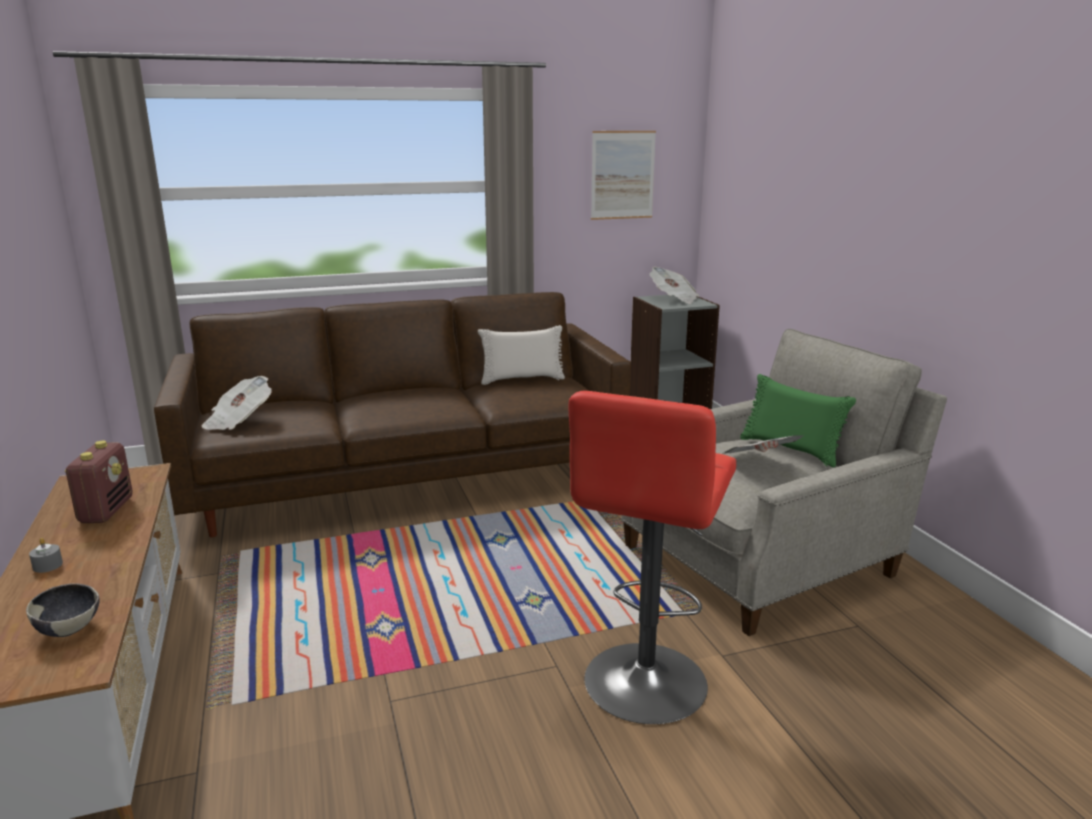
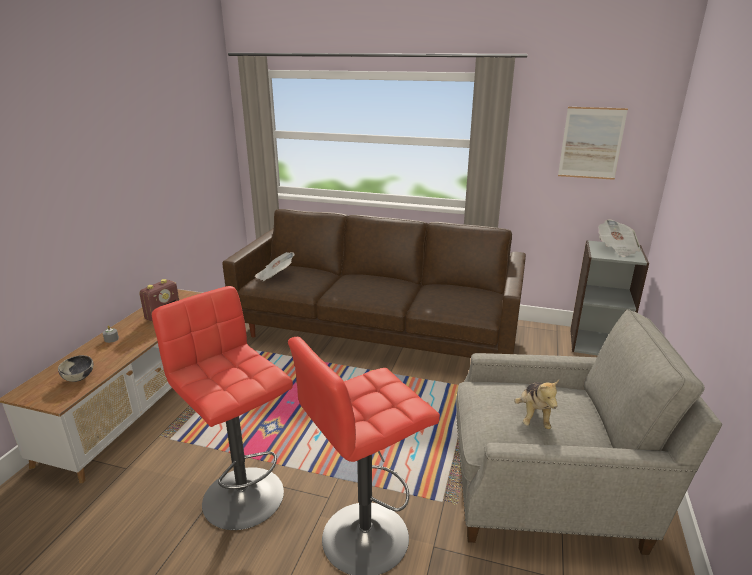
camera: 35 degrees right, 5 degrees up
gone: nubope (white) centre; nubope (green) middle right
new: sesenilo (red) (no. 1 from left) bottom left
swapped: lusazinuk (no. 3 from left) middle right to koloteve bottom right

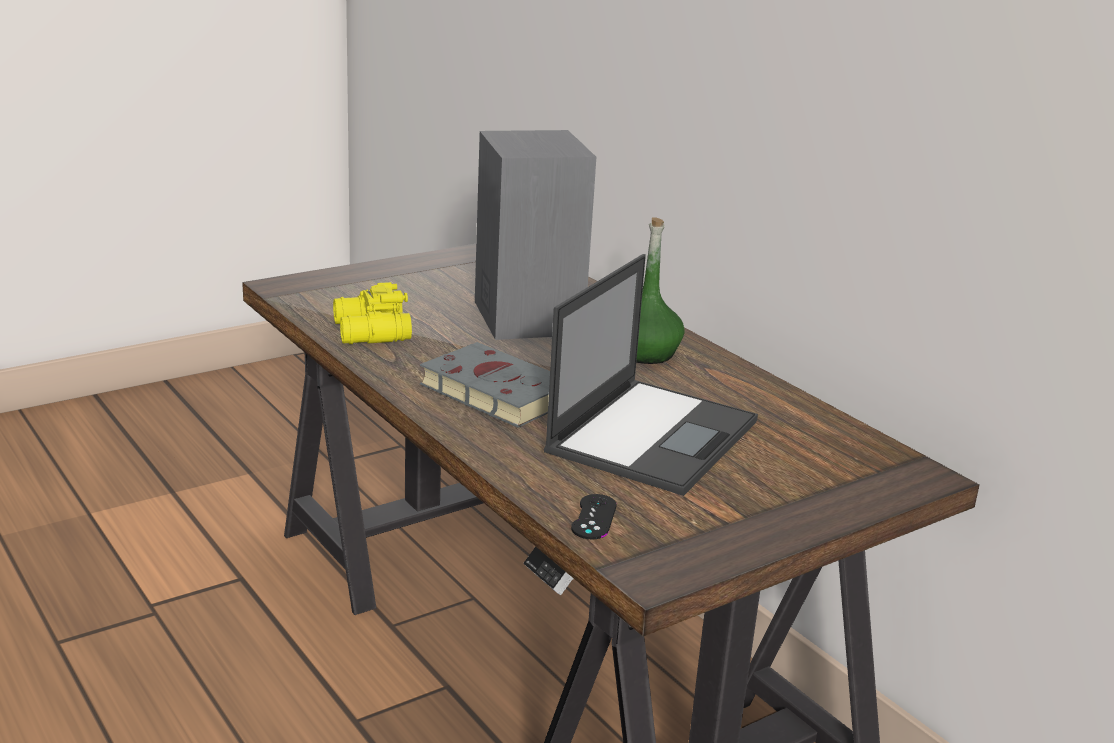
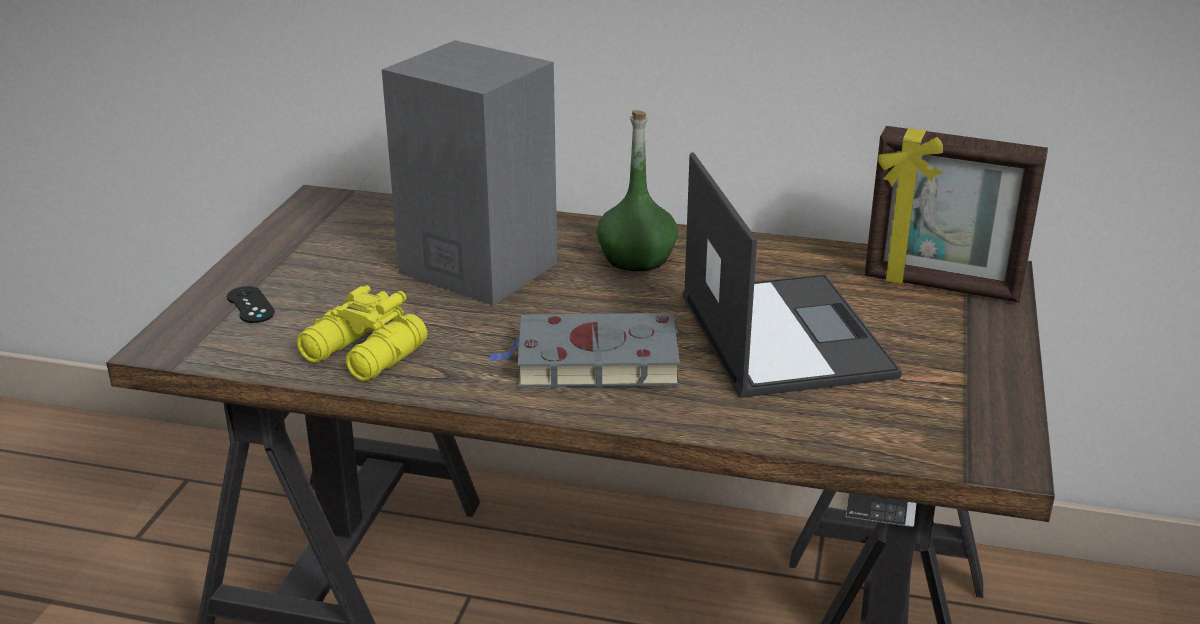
camera: 40 degrees left, 5 degrees up
new: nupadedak middle right
shifted: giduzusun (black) bottom centre to middle left

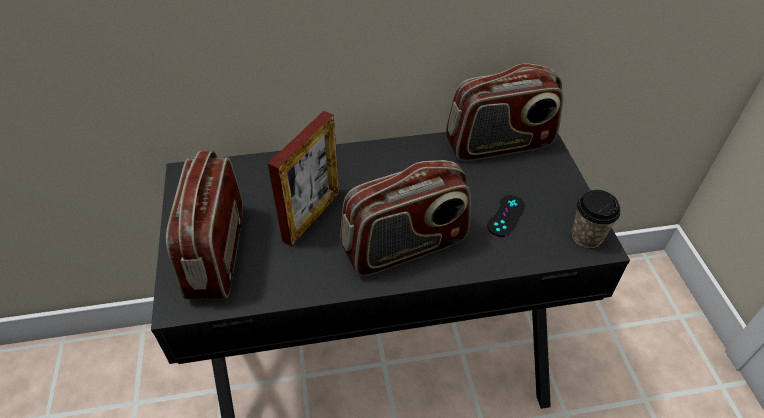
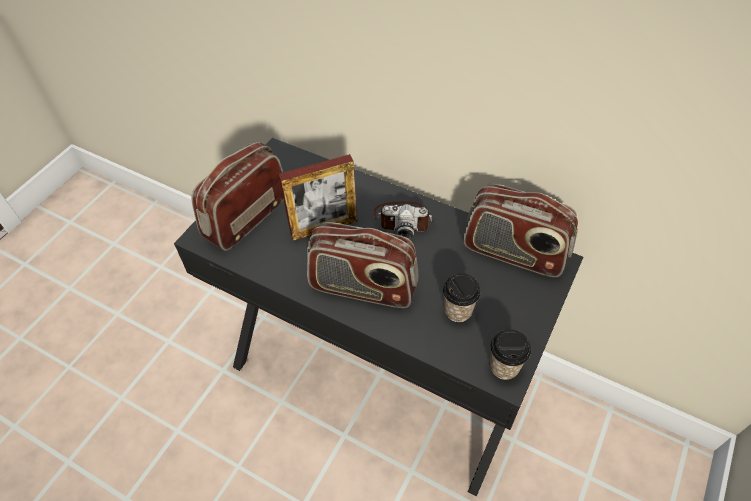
camera: 40 degrees right, 5 degrees up
new: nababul centre
swapped: giduzusun (black) centre to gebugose (no. 1 from left) centre

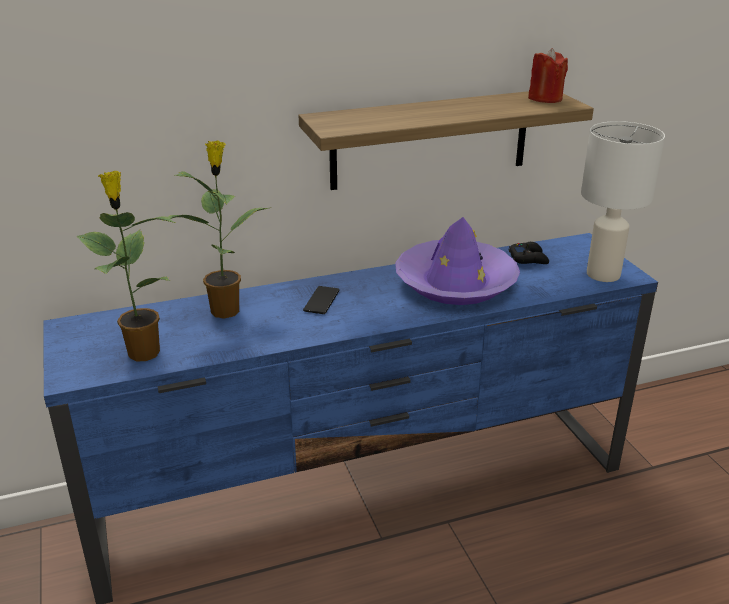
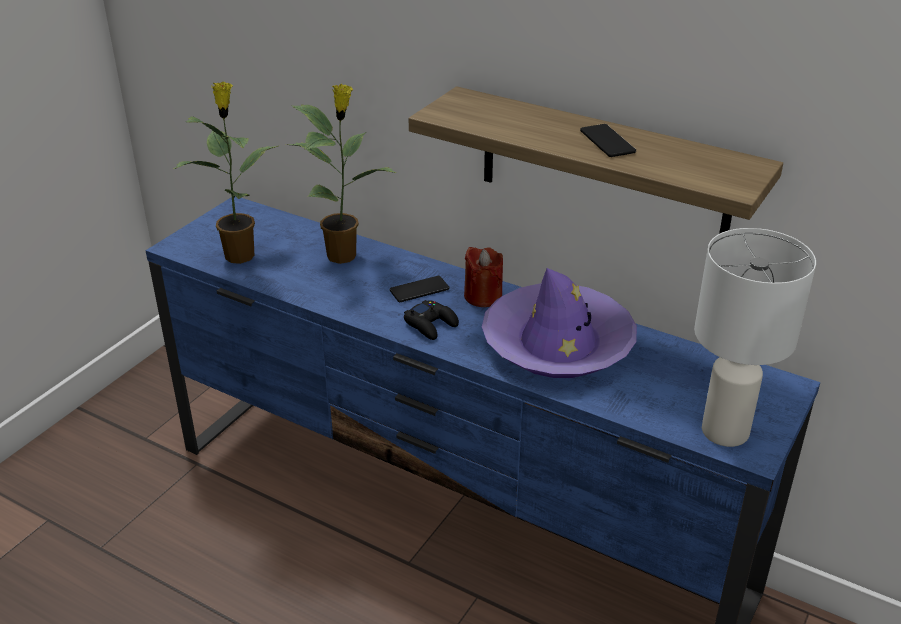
camera: 50 degrees right, 5 degrees up
new: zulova (no. 2 from left) top right
shifted: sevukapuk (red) top right to centre; giduzusun (black) middle right to centre

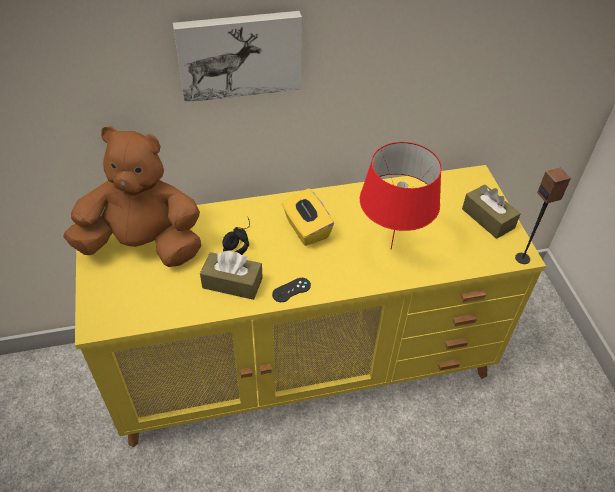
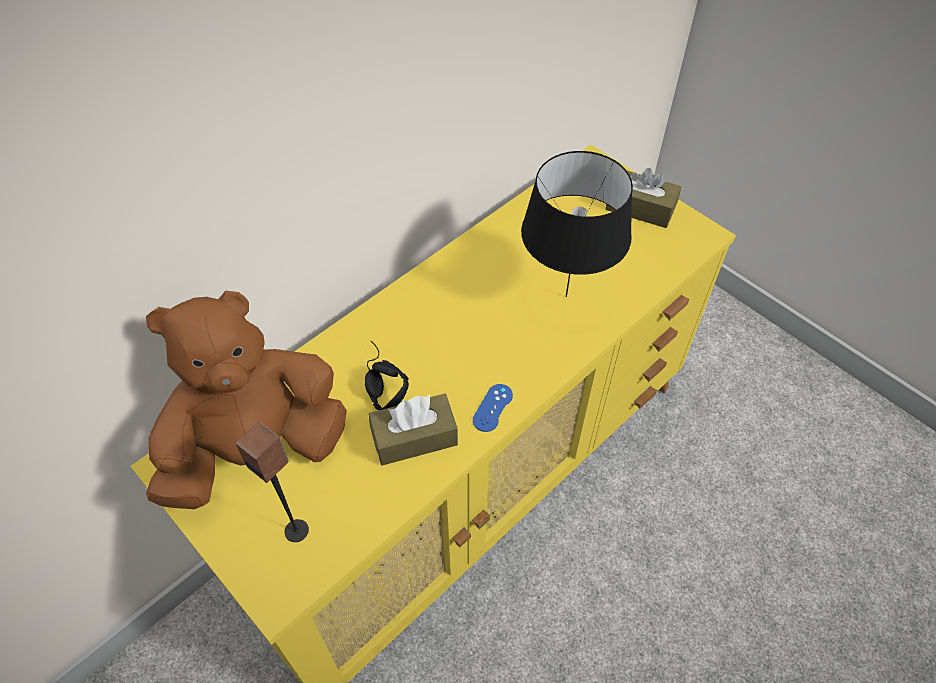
camera: 30 degrees left, 5 degrees up
gone: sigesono top centre; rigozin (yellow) centre
shifted: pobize middle right to bottom left
repainted: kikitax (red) centre to kikitax (black) top centre; giduzusun (black) centre to giduzusun (blue) centre

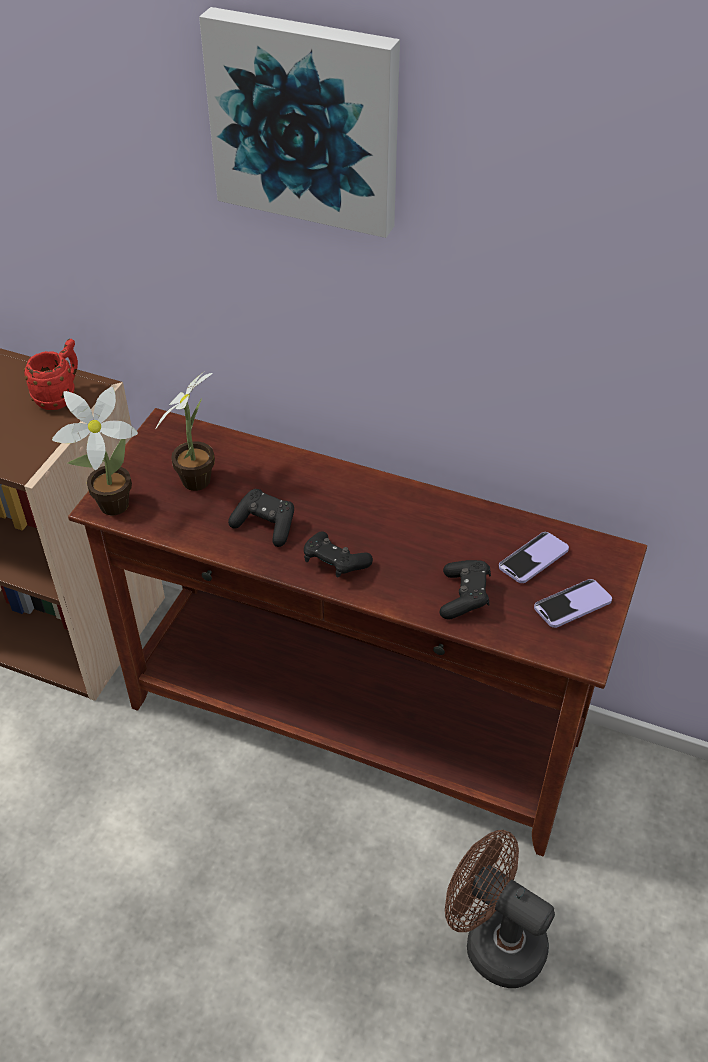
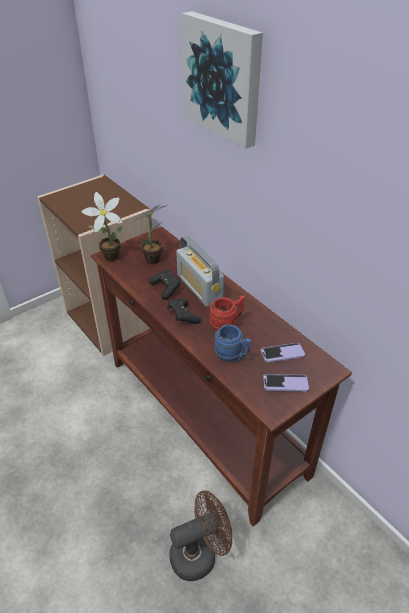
camera: 30 degrees right, 5 degrees down
new: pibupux centre
shifted: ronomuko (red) middle left to centre
swapped: giduzusun (black) (no. 3 from left) centre to ronomuko (blue) centre
rotated: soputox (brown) bottom right = bottom centre 90 degrees clockwise

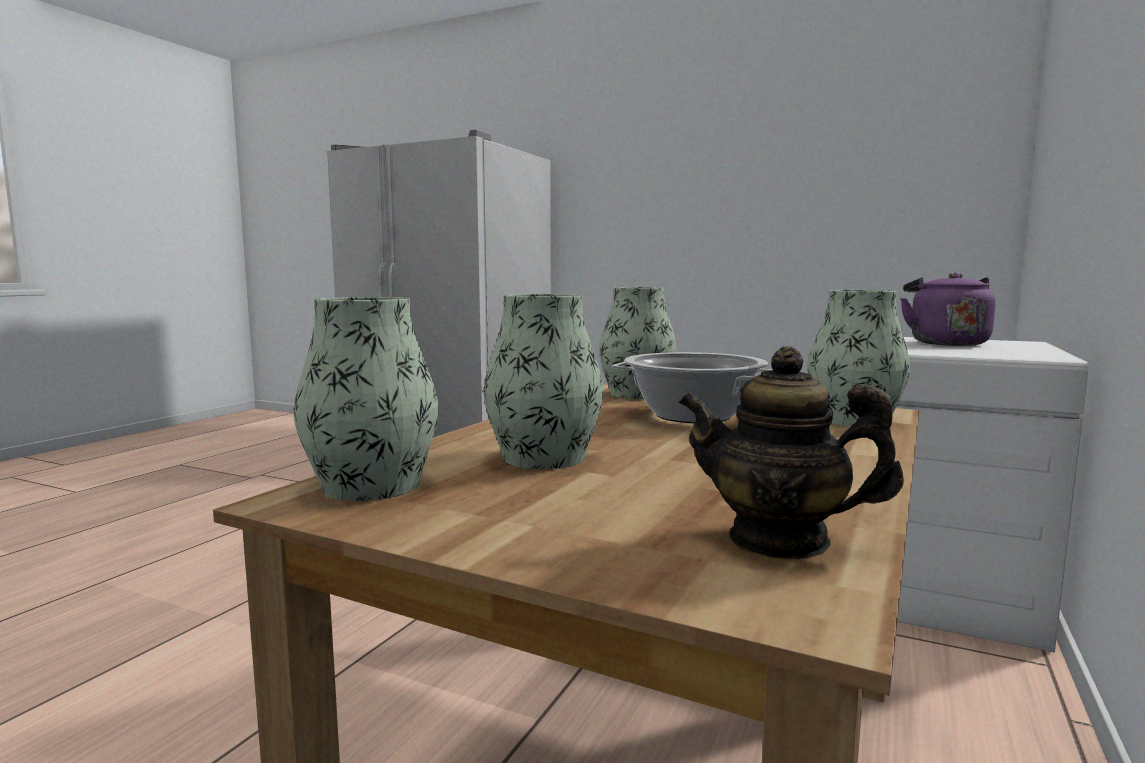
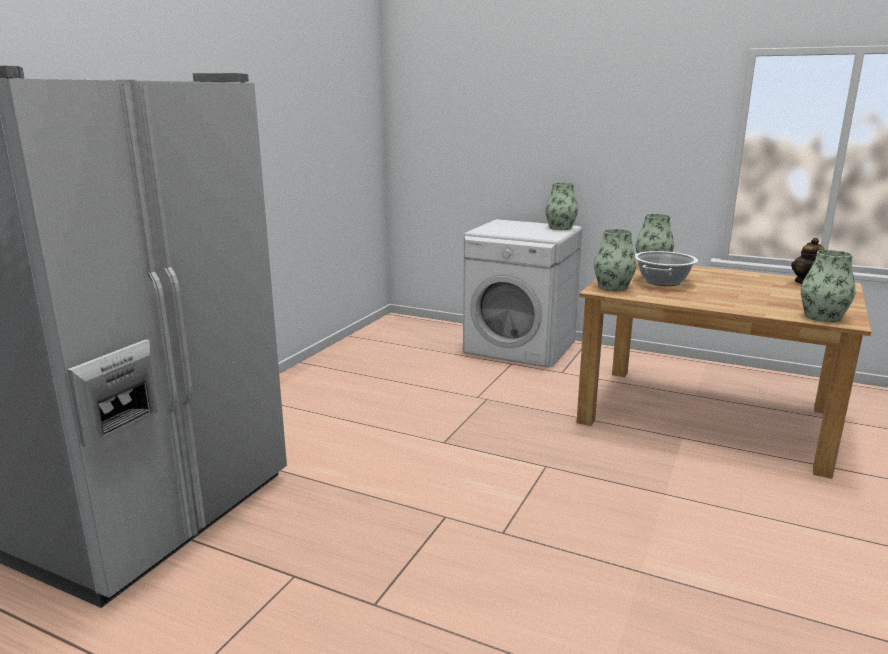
camera: 90 degrees left, 10 degrees up
gone: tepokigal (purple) middle right
shifted: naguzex (no. 2 from left in the first image) centre to naguzex (no. 1 from left) top centre

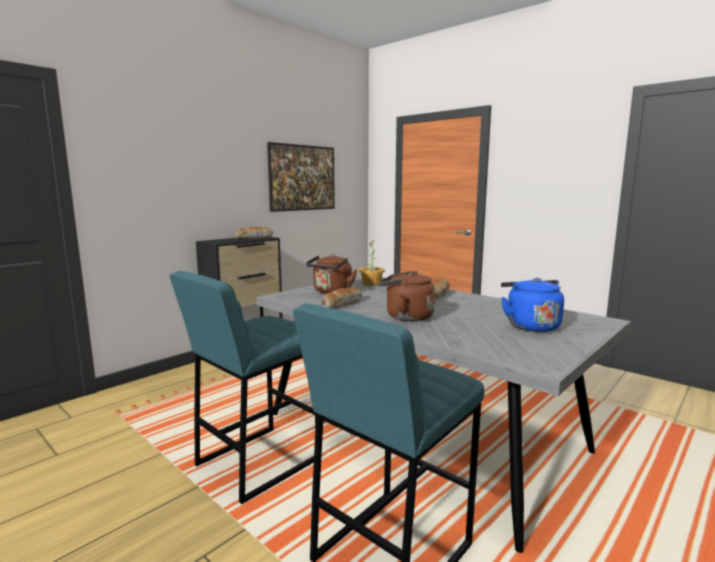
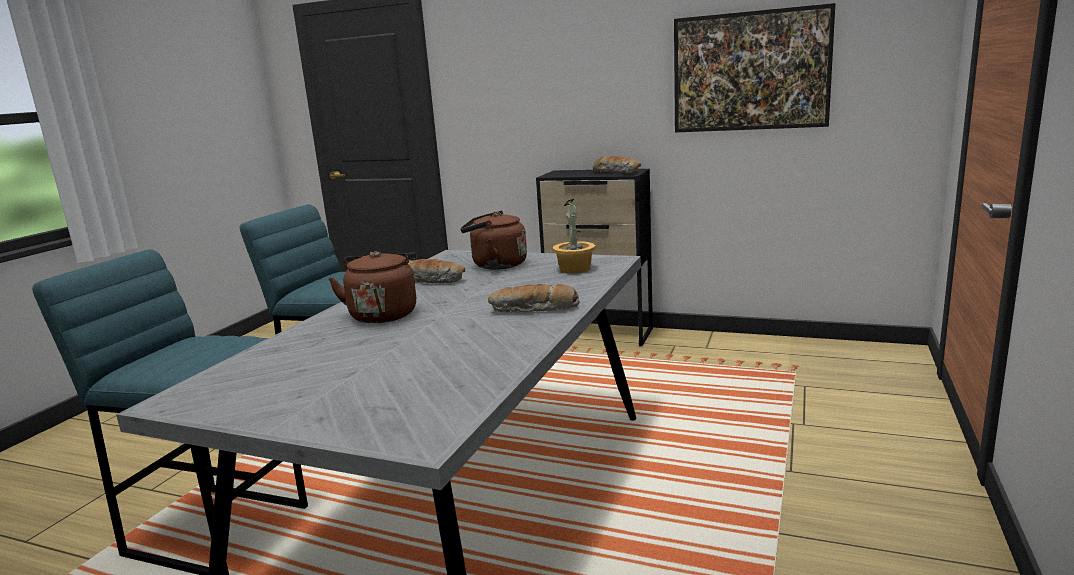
camera: 70 degrees right, 5 degrees up
gone: tepokigal (blue) middle right

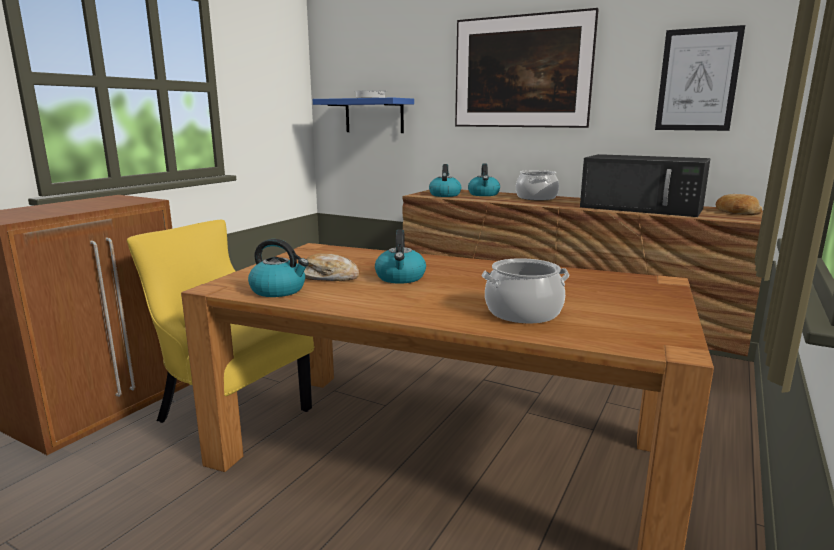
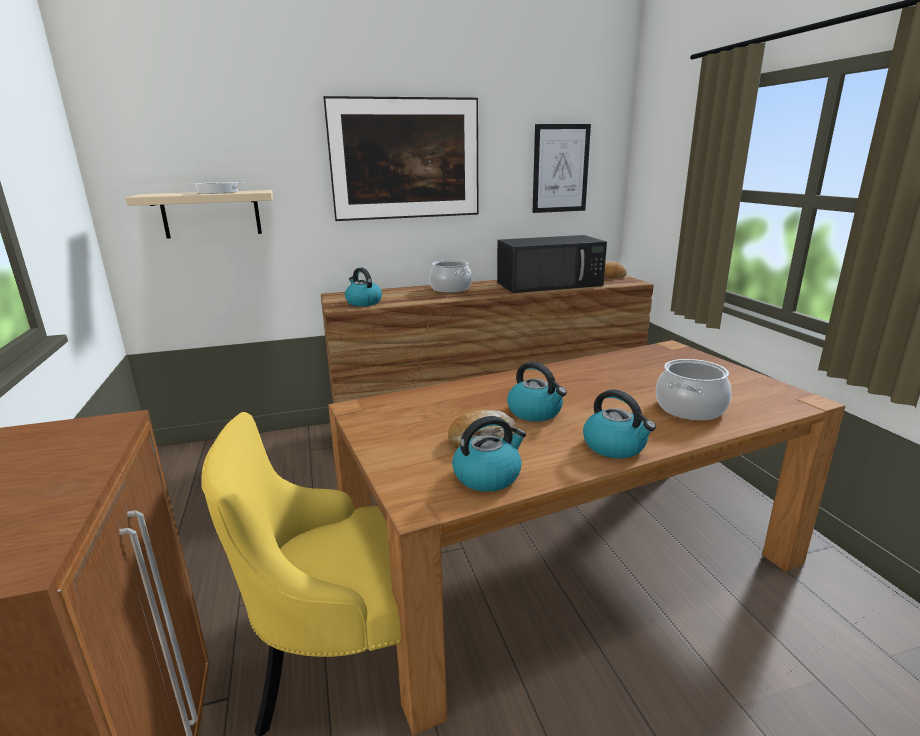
camera: 45 degrees left, 5 degrees up
shifted: tepokigal (no. 4 from left) top centre to middle right
repainted: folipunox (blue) top centre to folipunox (beige) top left

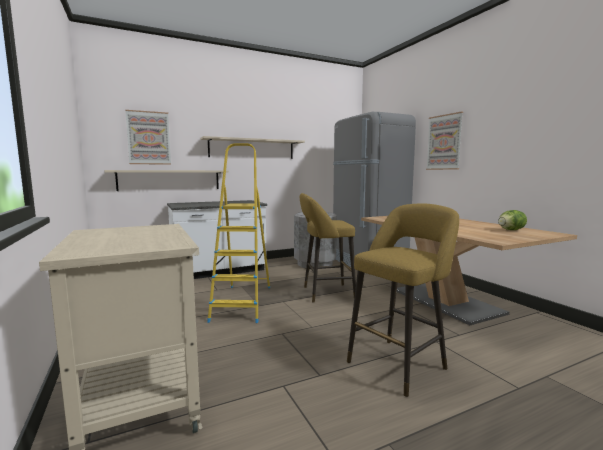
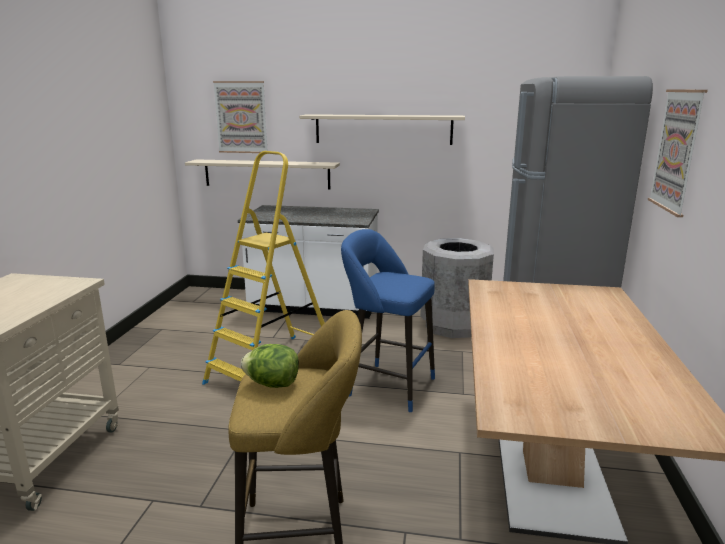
camera: 35 degrees right, 10 degrees up
shifted: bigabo middle right to bottom centre
repainted: sesenilo (yellow) (no. 1 from left) centre to sesenilo (blue) centre

